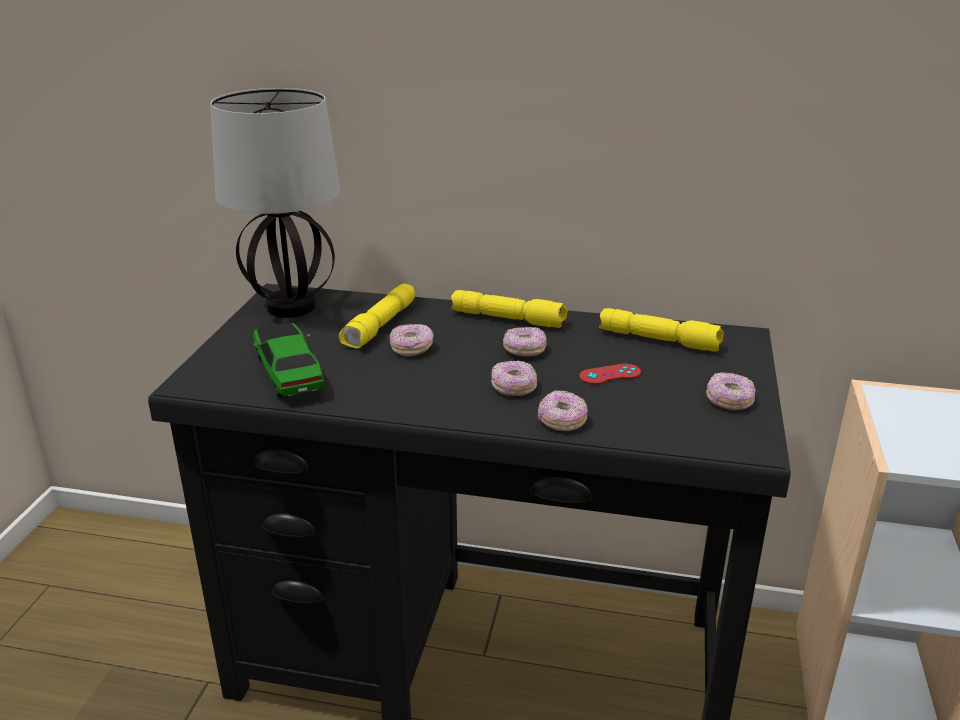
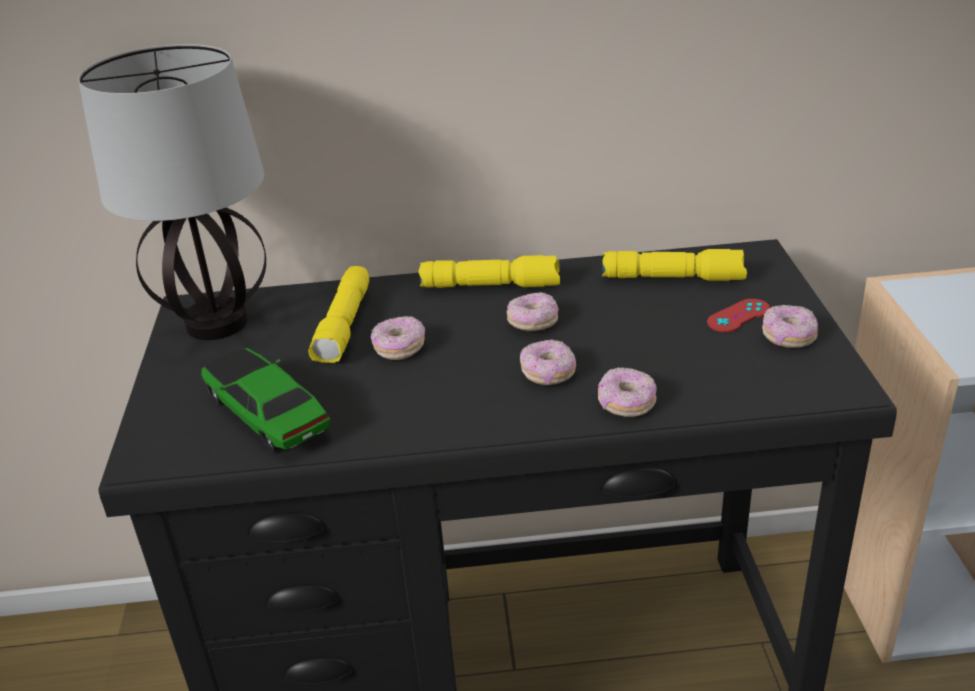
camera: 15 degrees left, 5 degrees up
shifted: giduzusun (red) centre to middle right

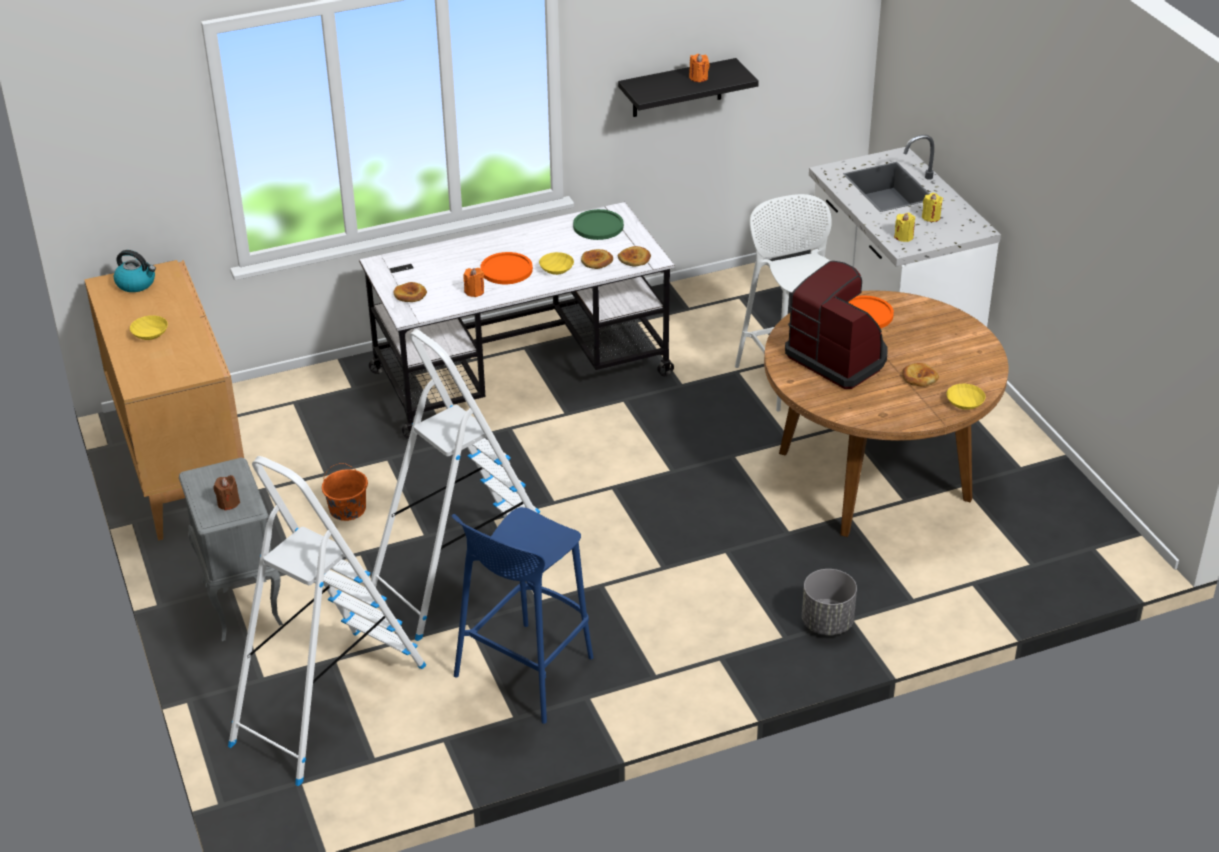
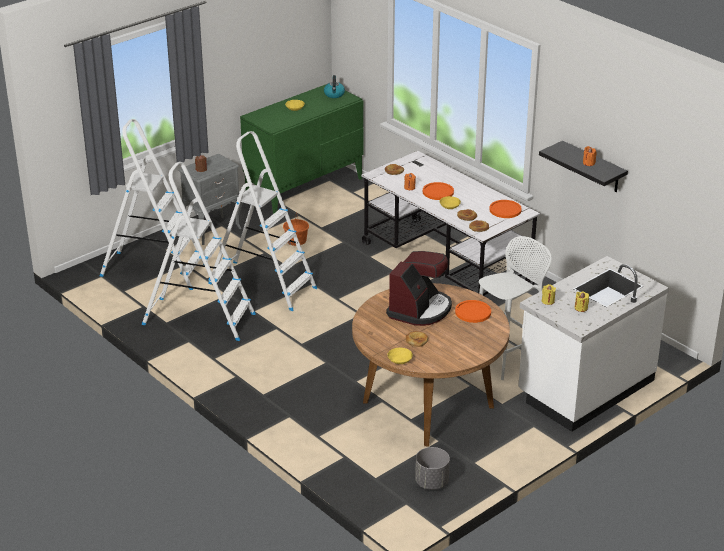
camera: 70 degrees right, 5 degrees down
shifted: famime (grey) bottom right to bottom centre
swapped: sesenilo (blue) bottom centre to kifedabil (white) (no. 2 from left) middle left
repainted: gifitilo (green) top centre to gifitilo (orange) (no. 3 from left) middle right; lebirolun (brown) middle left to lebirolun (green) top centre

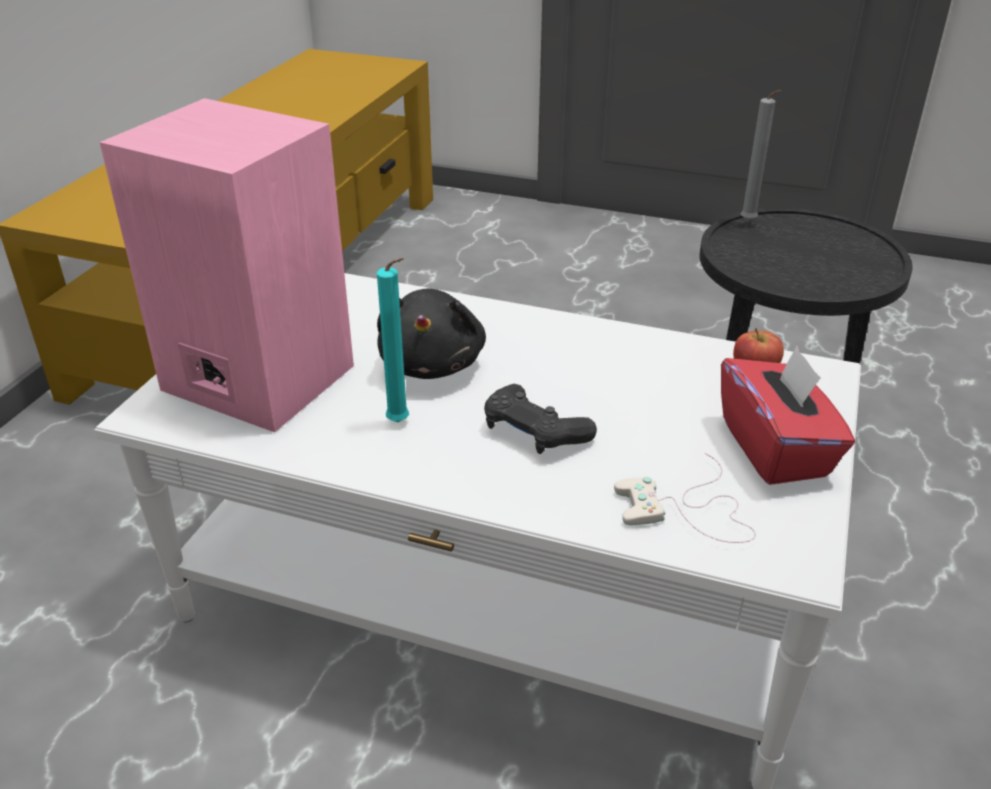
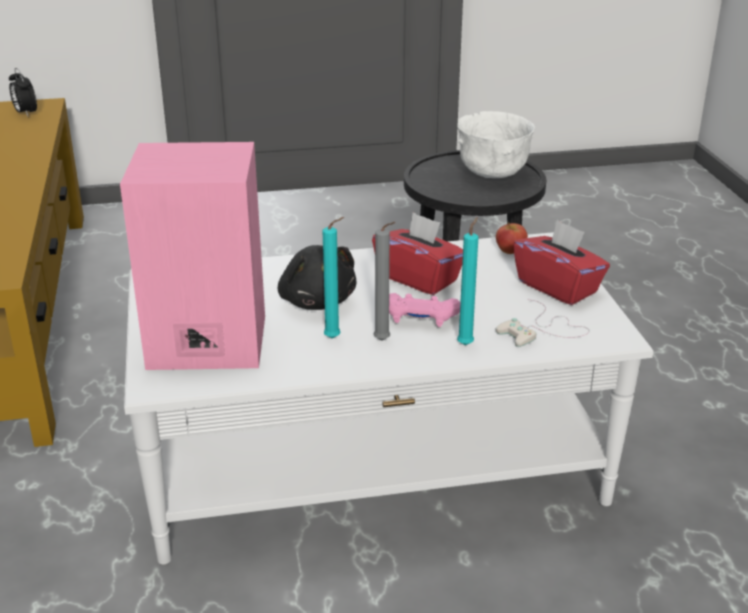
camera: 30 degrees left, 5 degrees down
new: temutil top left; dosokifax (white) top centre; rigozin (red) (no. 1 from left) centre; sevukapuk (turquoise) (no. 2 from left) centre
shifted: sevukapuk (grey) top right to centre
repainted: giduzusun (black) centre to giduzusun (pink) centre

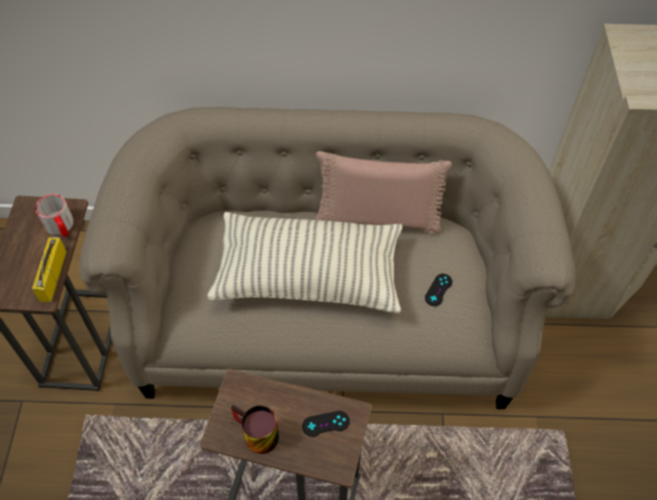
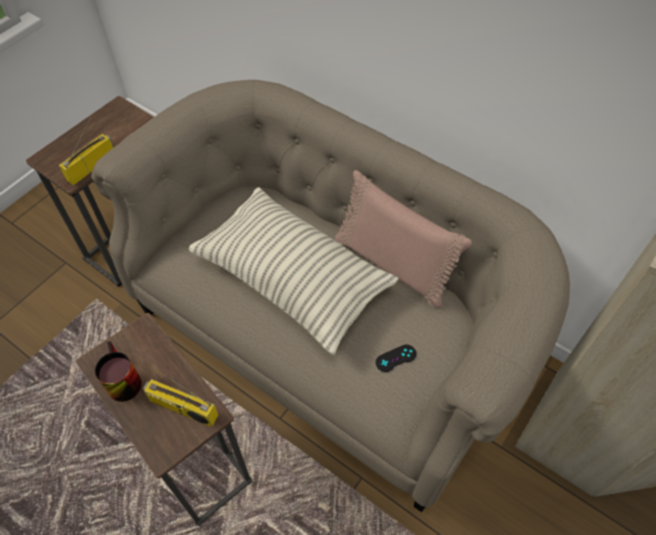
camera: 35 degrees right, 0 degrees up
gone: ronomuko (no. 1 from left) middle left
swapped: giduzusun (black) (no. 1 from left) bottom centre to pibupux (no. 2 from left) bottom left

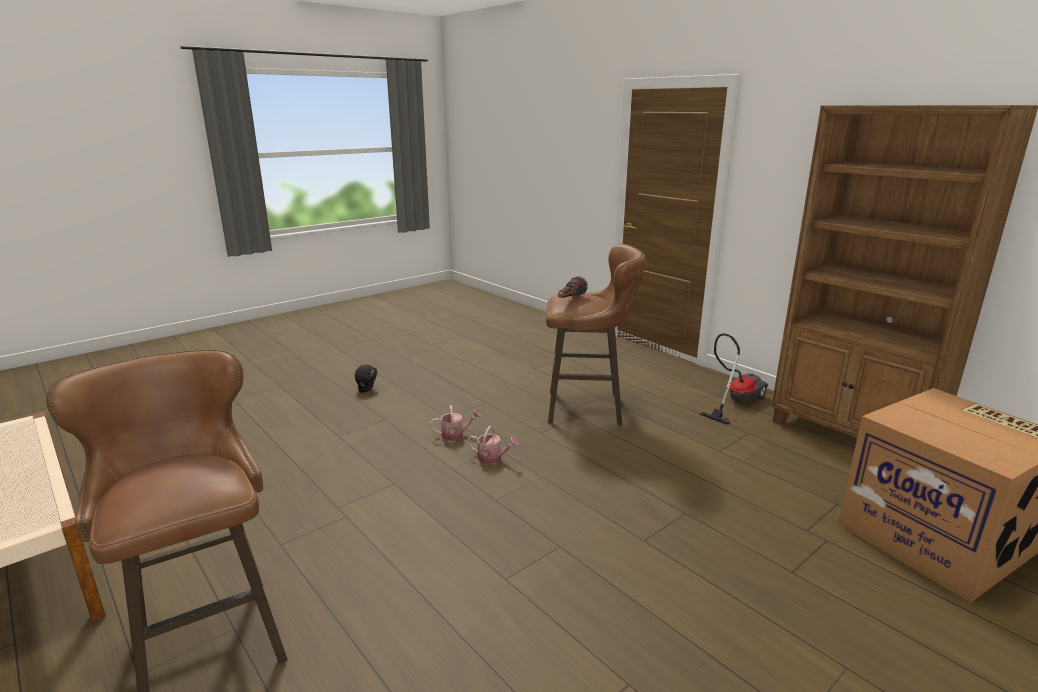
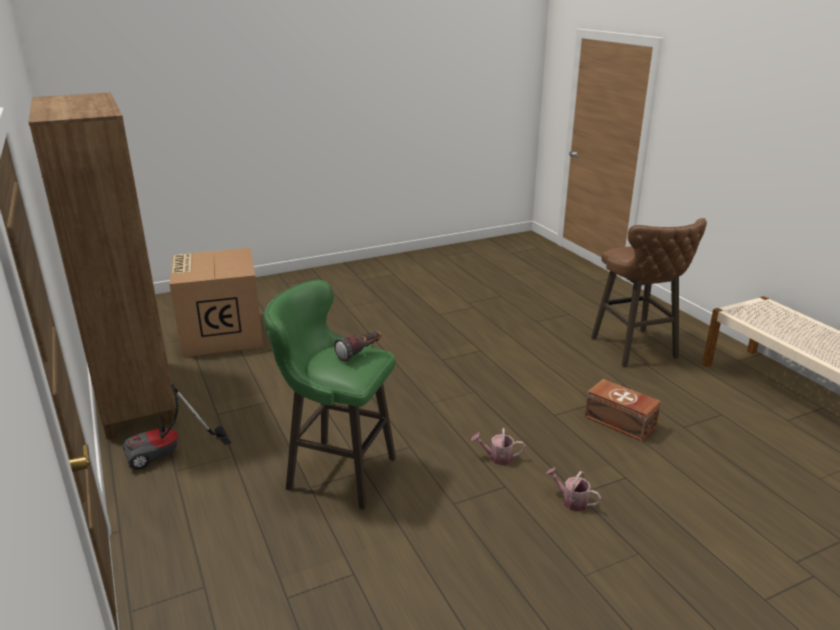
camera: 165 degrees left, 5 degrees up
gone: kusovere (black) centre
new: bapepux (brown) middle right
shifted: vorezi (no. 2 from left) centre to bottom right
repainted: sesenilo (brown) (no. 2 from left) centre to sesenilo (green) centre

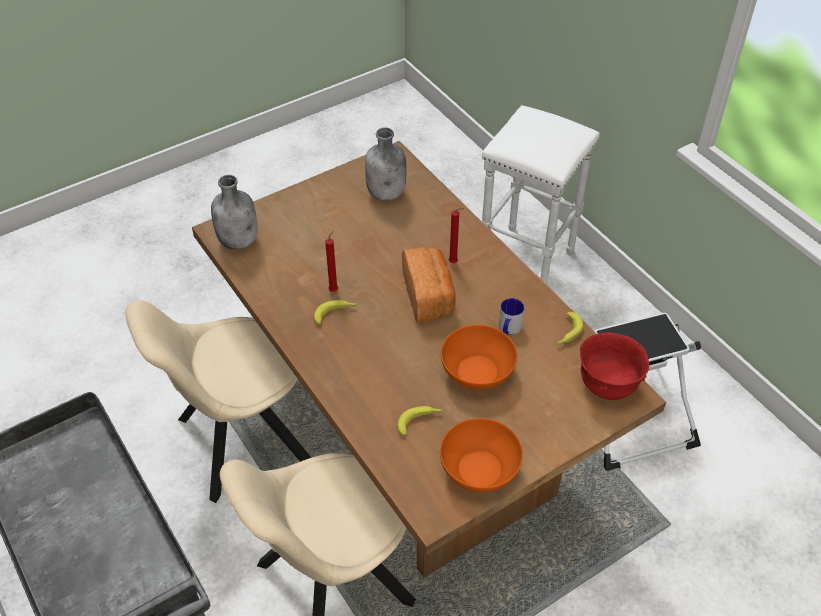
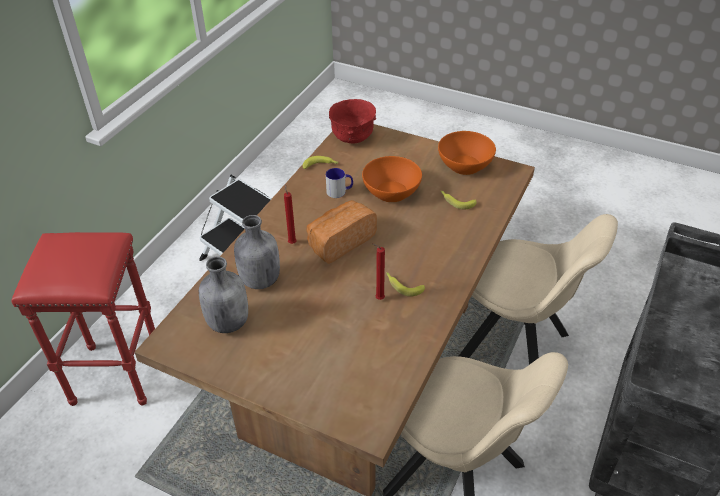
camera: 120 degrees left, 5 degrees down
shifted: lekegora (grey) (no. 1 from left in the first image) middle left to lekegora (grey) (no. 2 from left) centre
repainted: sesenilo (white) top centre to sesenilo (red) middle left

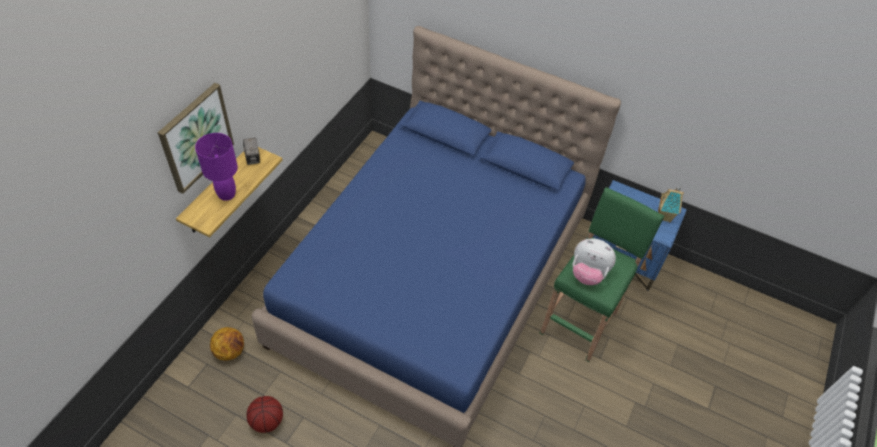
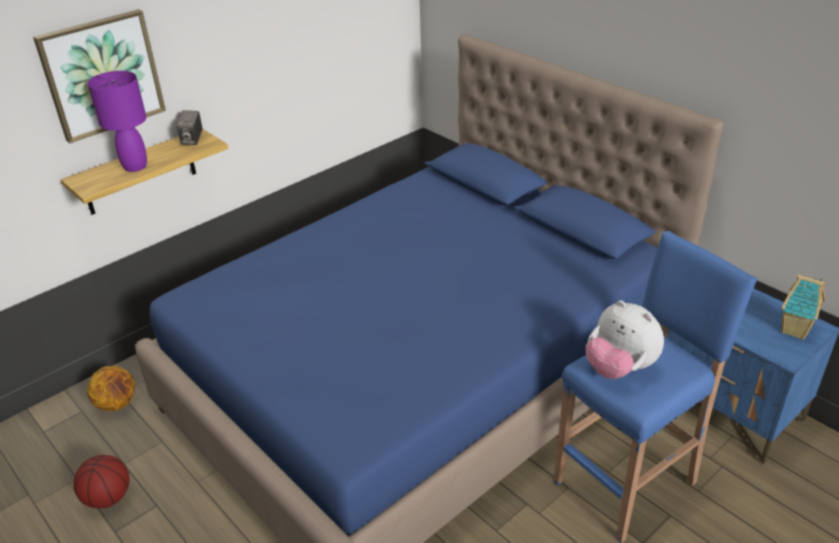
camera: 25 degrees right, 15 degrees down
repainted: sesenilo (green) middle right to sesenilo (blue) bottom right

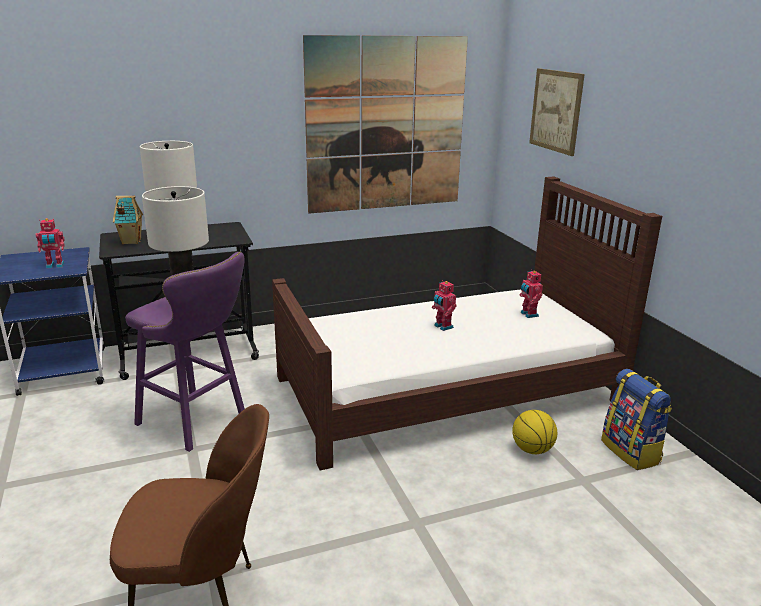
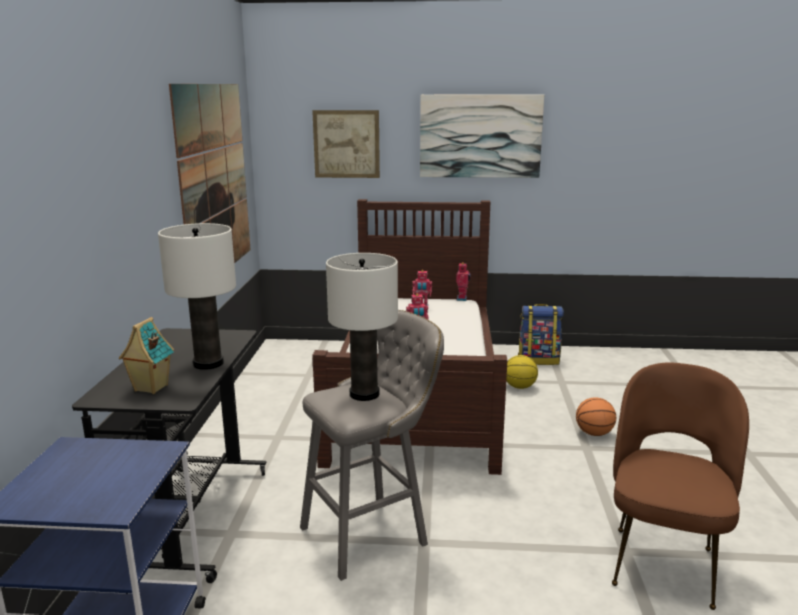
camera: 65 degrees left, 5 degrees down
new: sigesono (no. 3 from left) top centre; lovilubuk (no. 2 from left) bottom right
shifted: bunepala (no. 1 from left in the first image) middle left to bunepala (no. 3 from left) centre
repainted: sesenilo (purple) middle left to sesenilo (grey) bottom centre

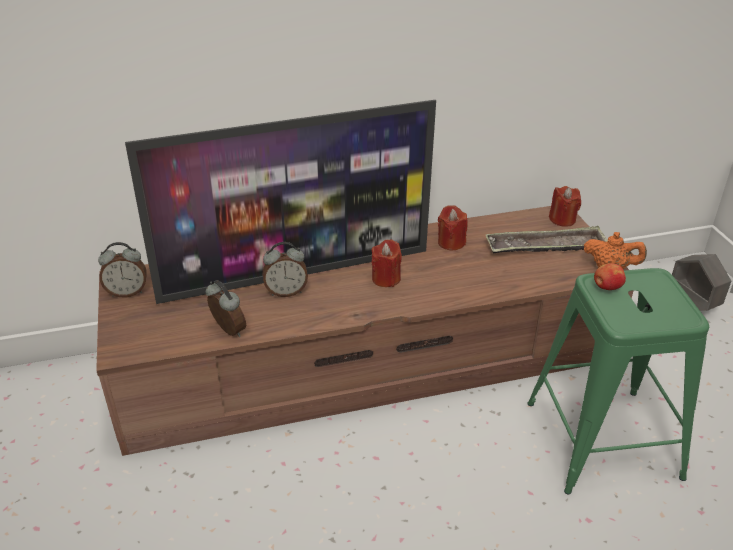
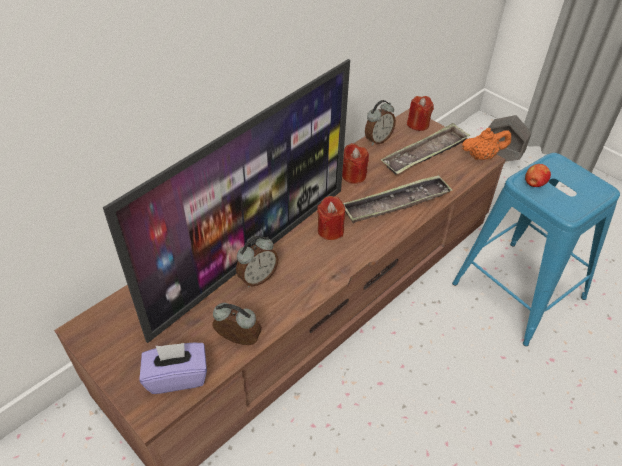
camera: 30 degrees left, 10 degrees up
new: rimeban (no. 1 from left) centre; rigozin (purple) bottom left
shifted: temutil (no. 1 from left in the first image) middle left to temutil (no. 3 from left) top centre
repainted: sesenilo (green) bottom right to sesenilo (blue) middle right

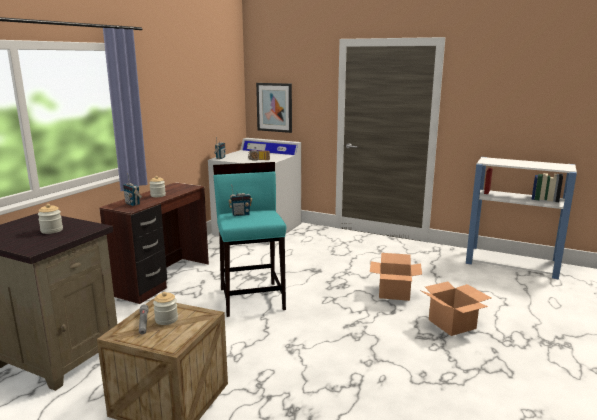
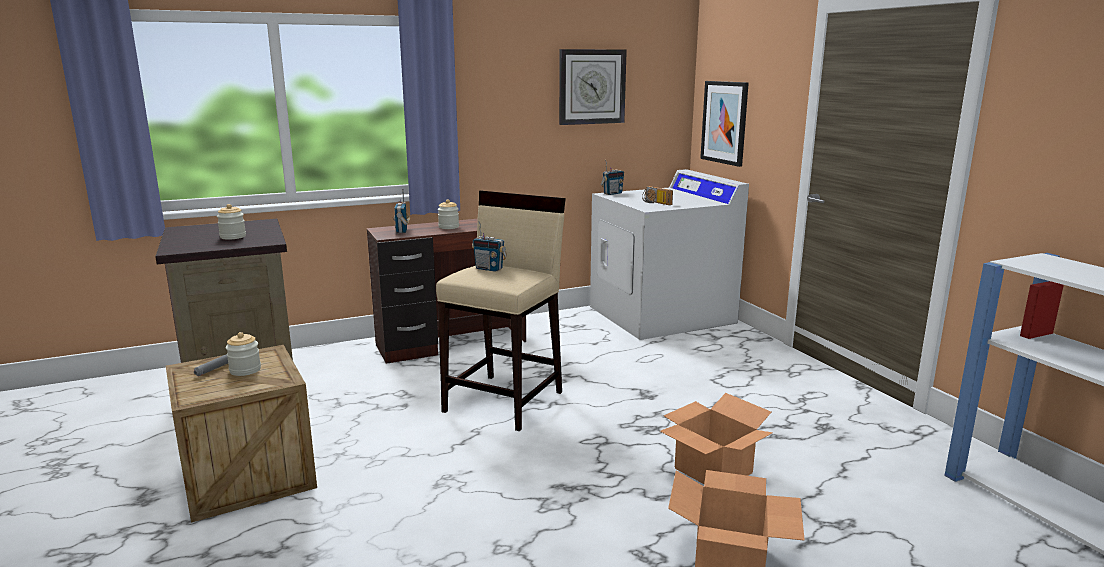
camera: 40 degrees right, 0 degrees up
new: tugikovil top centre
repainted: sesenilo (turquoise) centre to sesenilo (beige) centre

